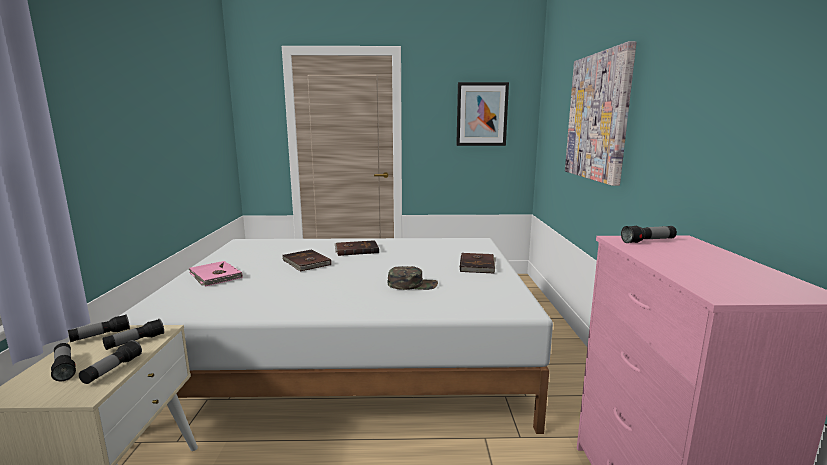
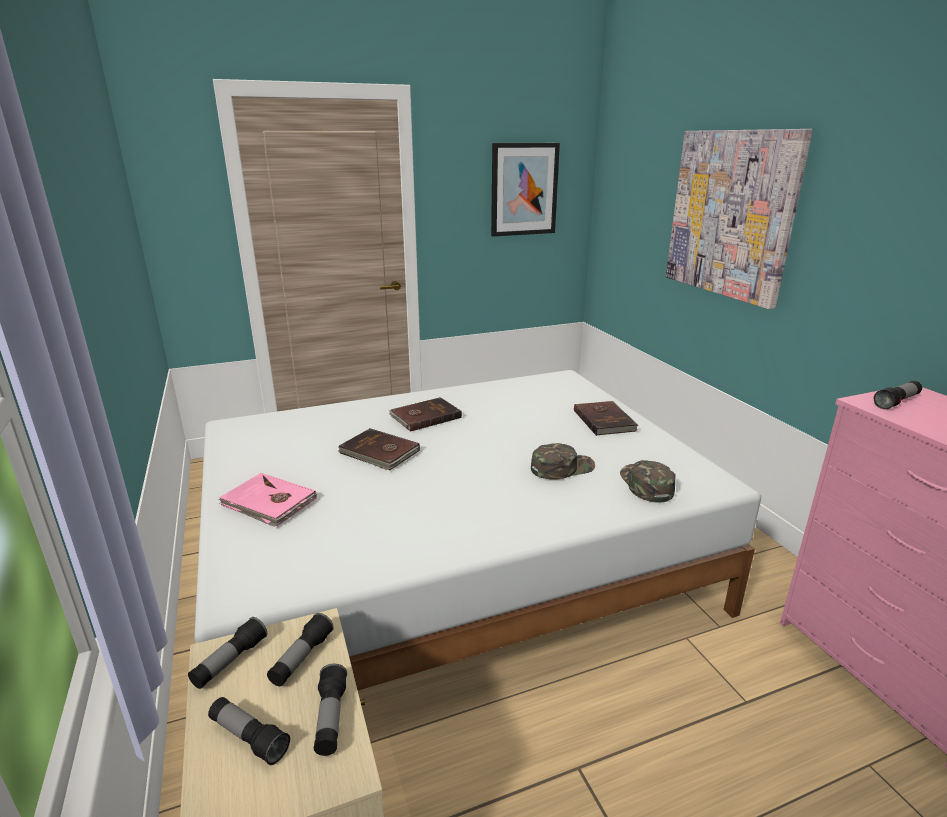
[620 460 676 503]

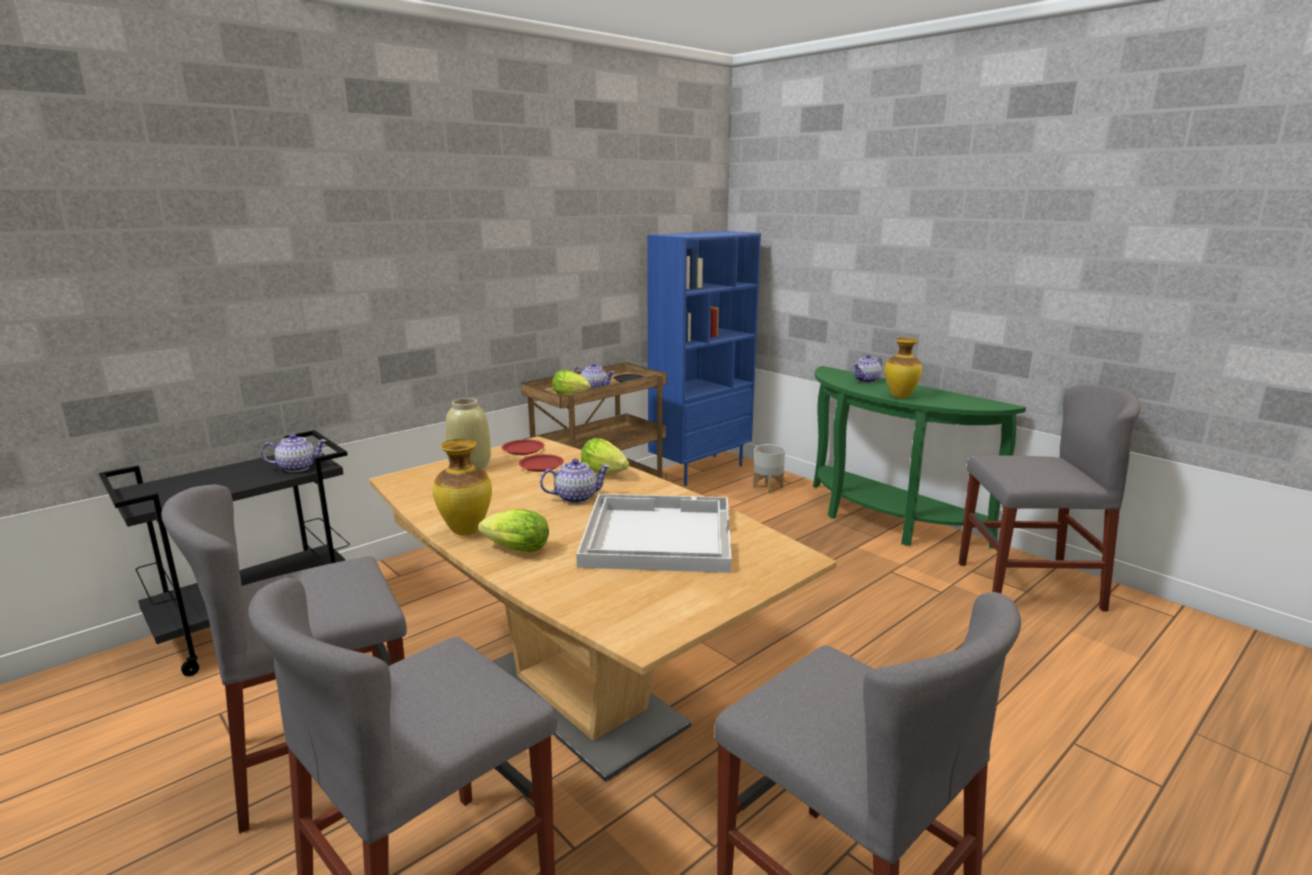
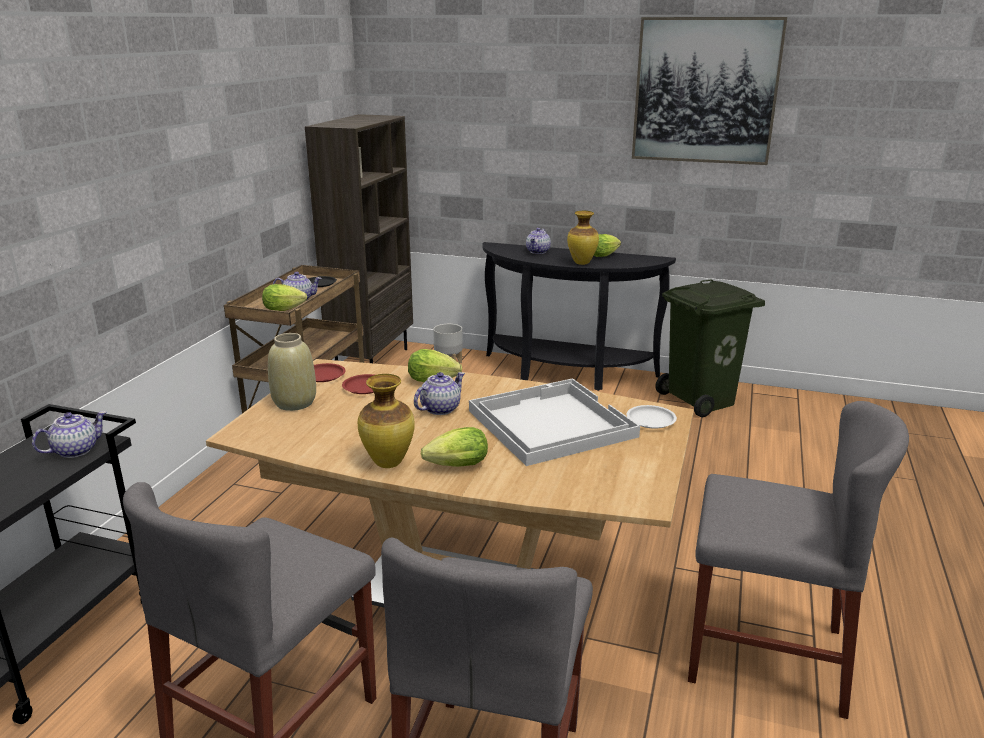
[594 234 621 257]
[627 405 677 429]
[632 17 787 165]
[655 280 765 417]
[305 114 413 363]
[483 242 676 391]

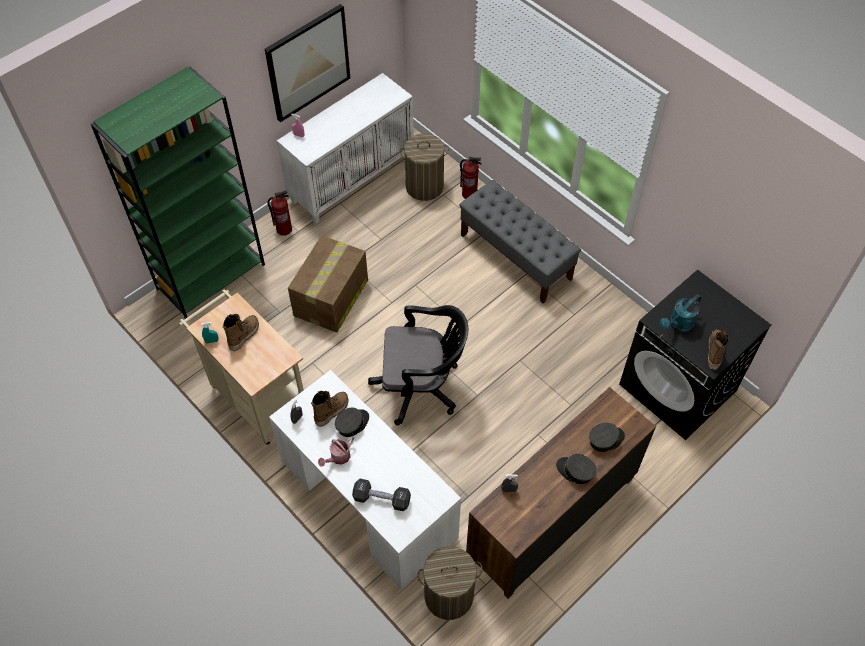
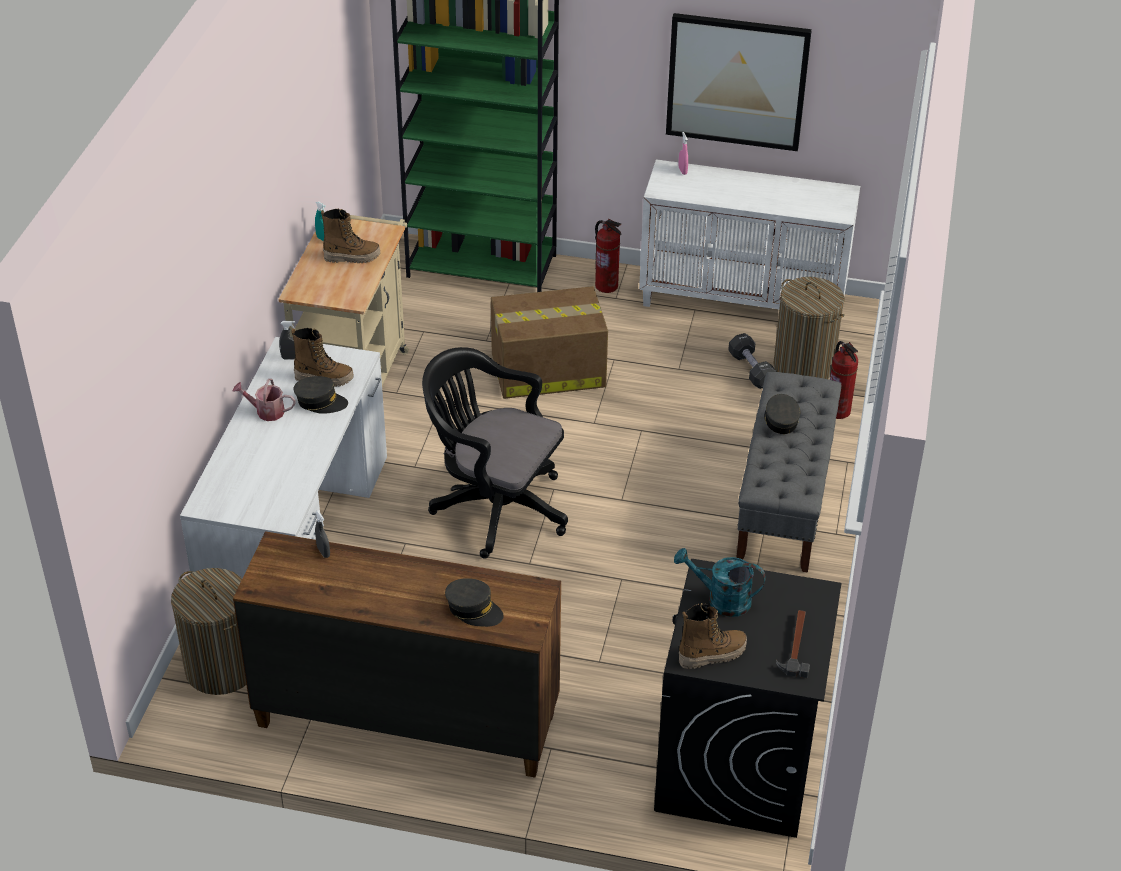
[776 610 810 678]
[728 333 777 389]
[764 394 800 434]
[422 347 568 559]

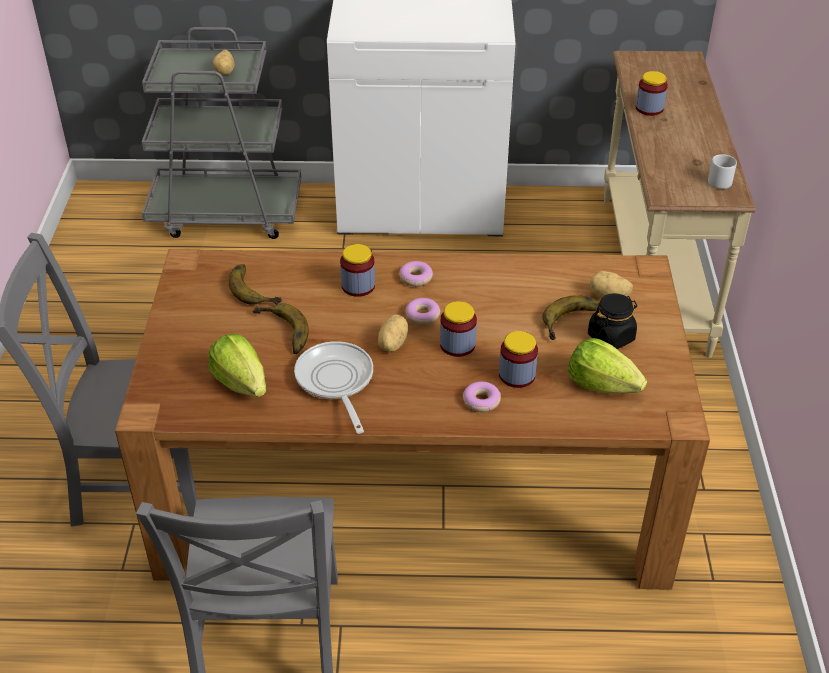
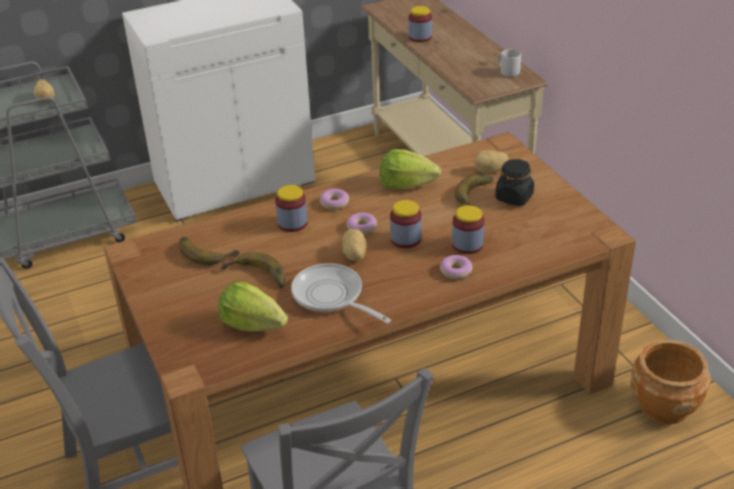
[630 340 710 424]
[380 149 441 189]

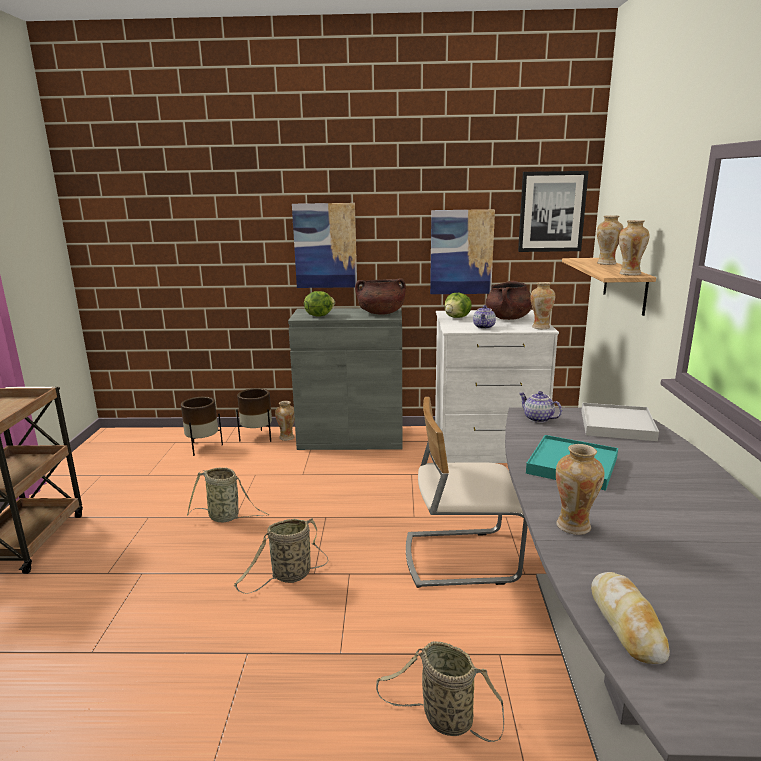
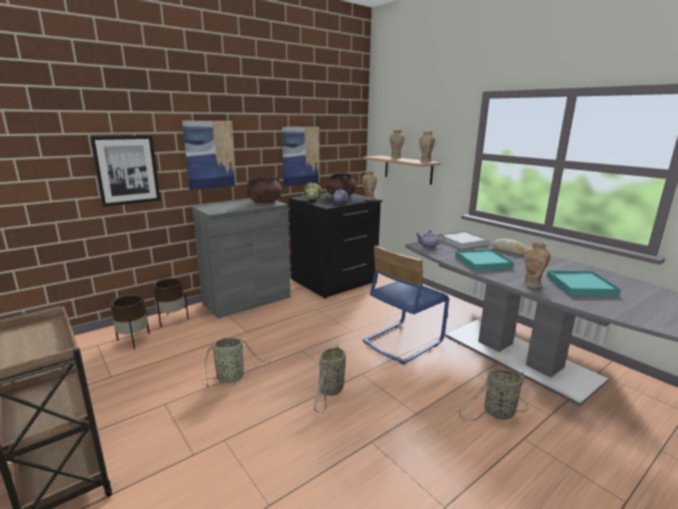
[275 401 295 441] (first image)
[304 291 335 317] (first image)
[547 270 621 296]
[90 135 160 207]
[492 239 528 255]
[363 245 449 365]
[289 193 382 299]

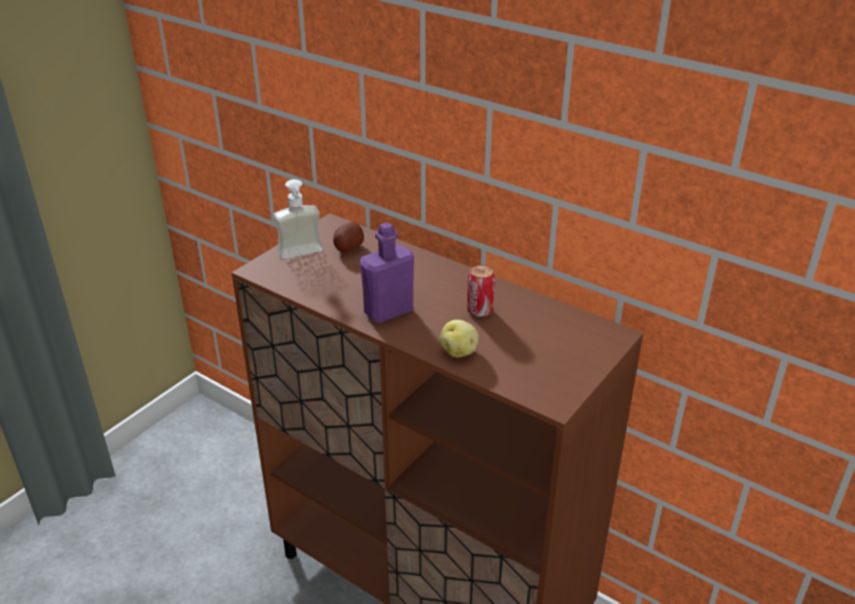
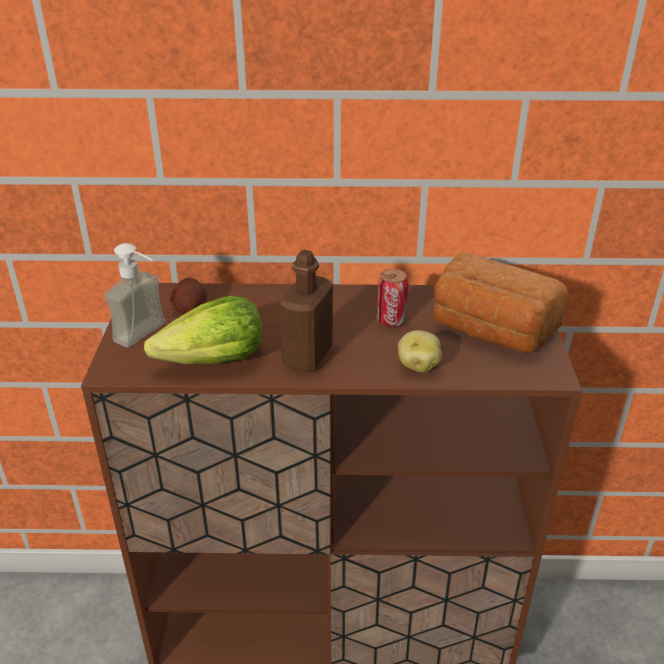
[144 296 262 364]
[433 253 569 353]
[279 250 333 372]

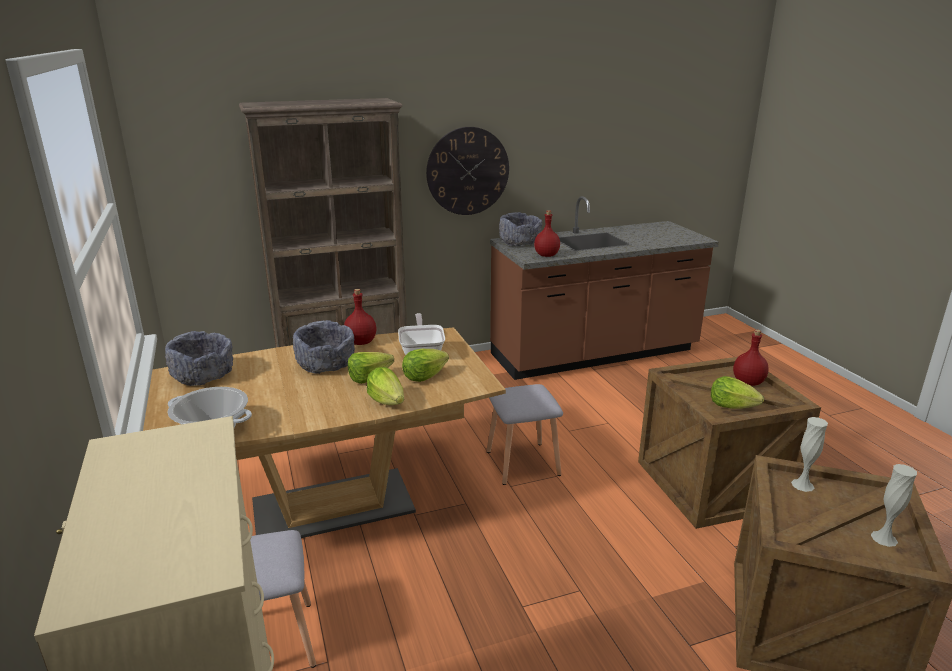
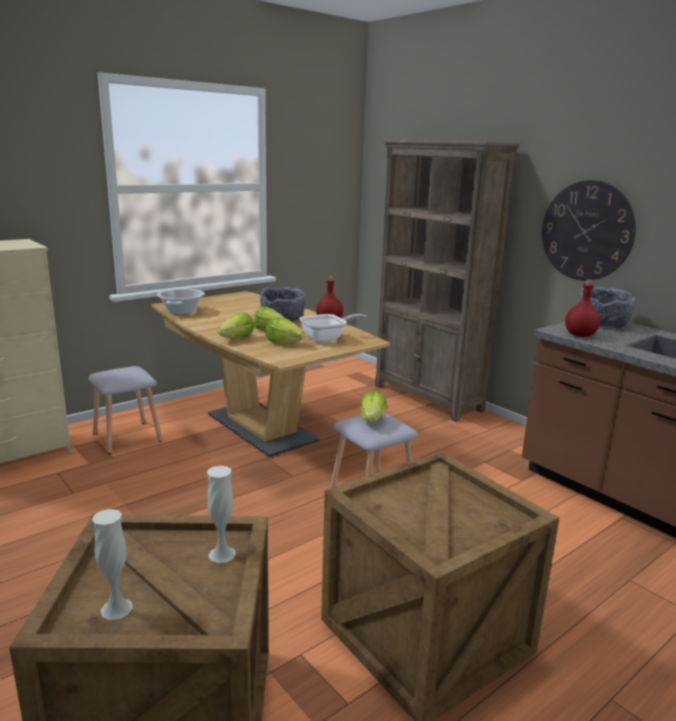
[165 331 233 386] (first image)
[733 330 769 386] (first image)
[360 391 387 422]

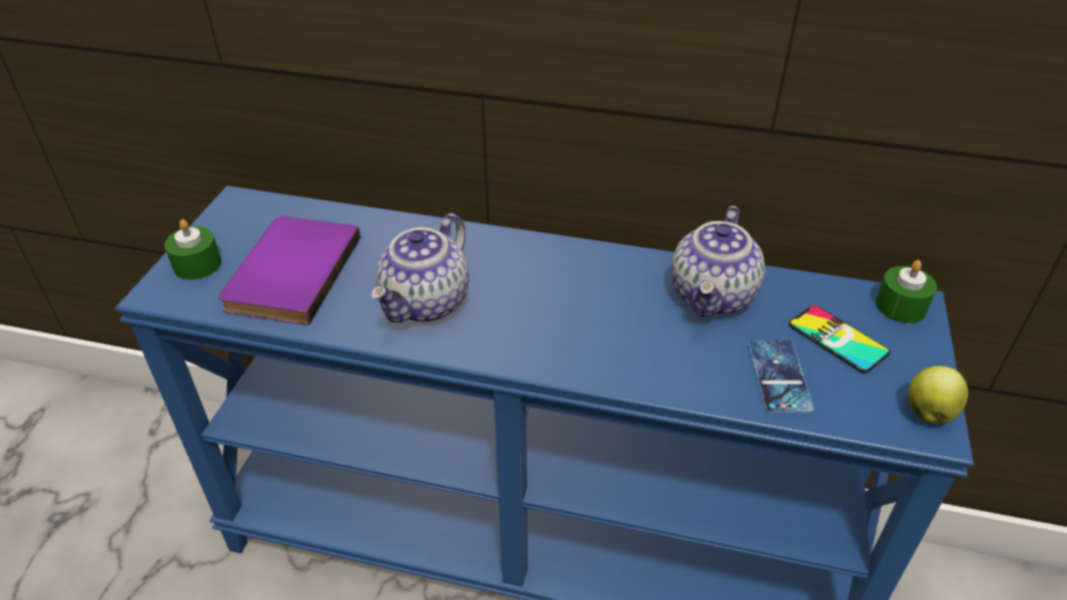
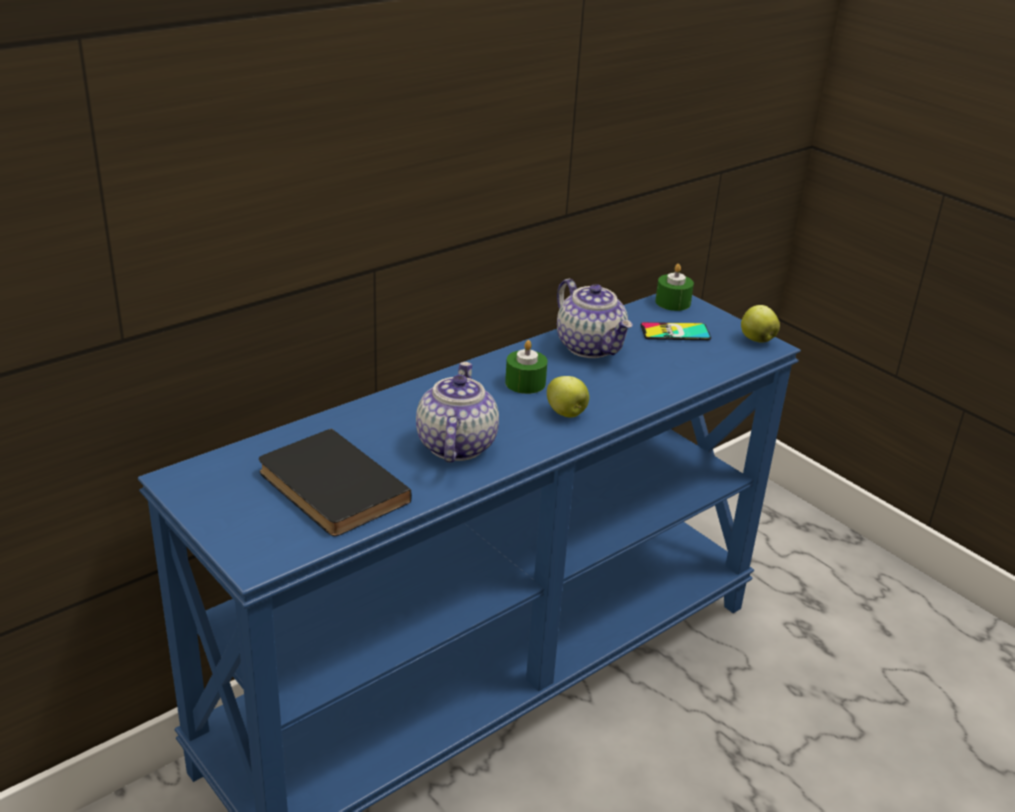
[748 340 814 413] (first image)
[547 376 589 418]
[505 340 548 394]
[259 428 412 536]
[416 362 499 462]

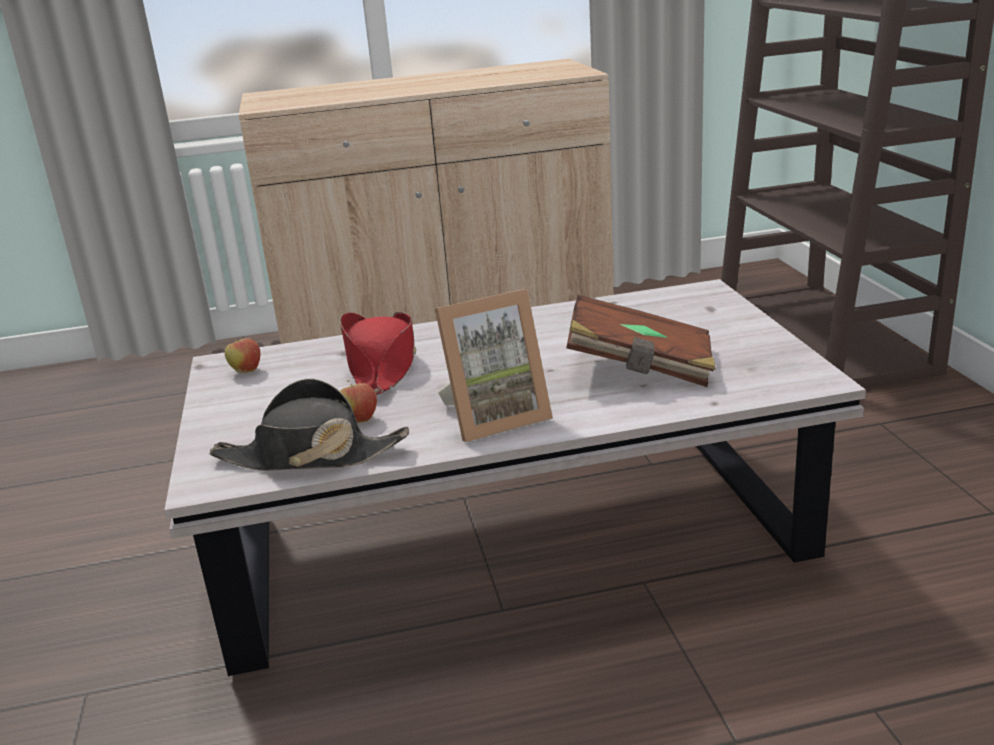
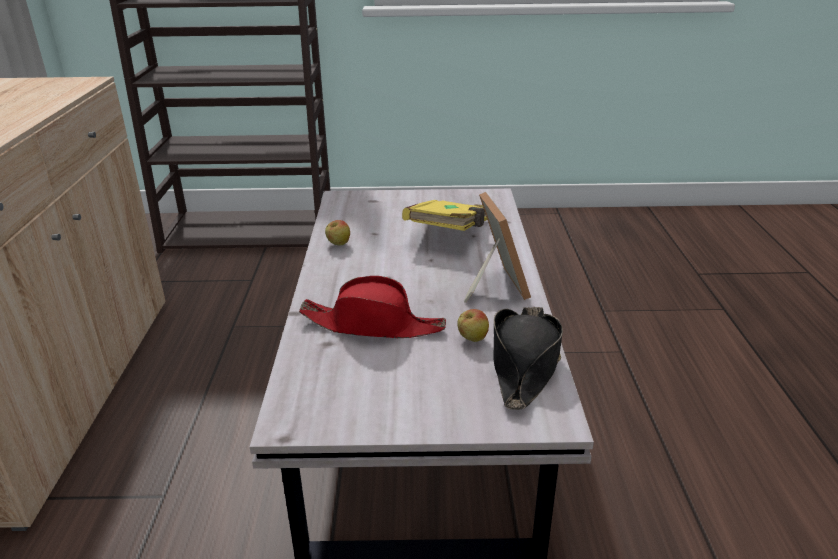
[325 220 350 246]
[402 200 487 231]

